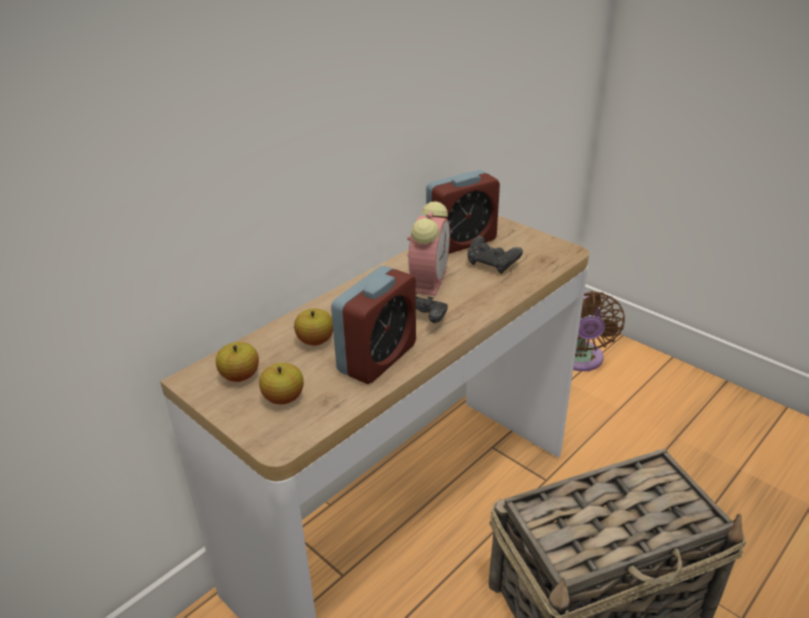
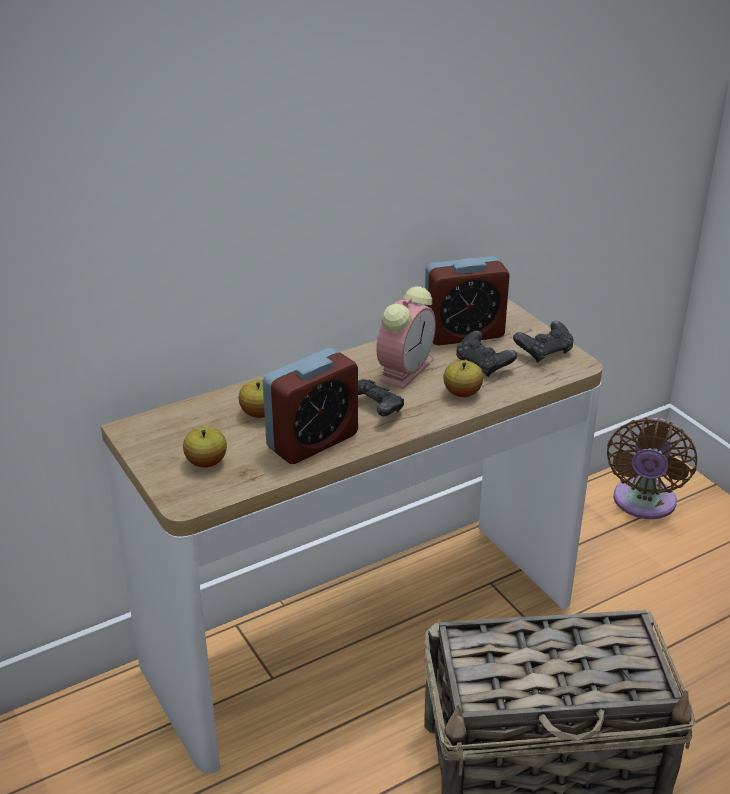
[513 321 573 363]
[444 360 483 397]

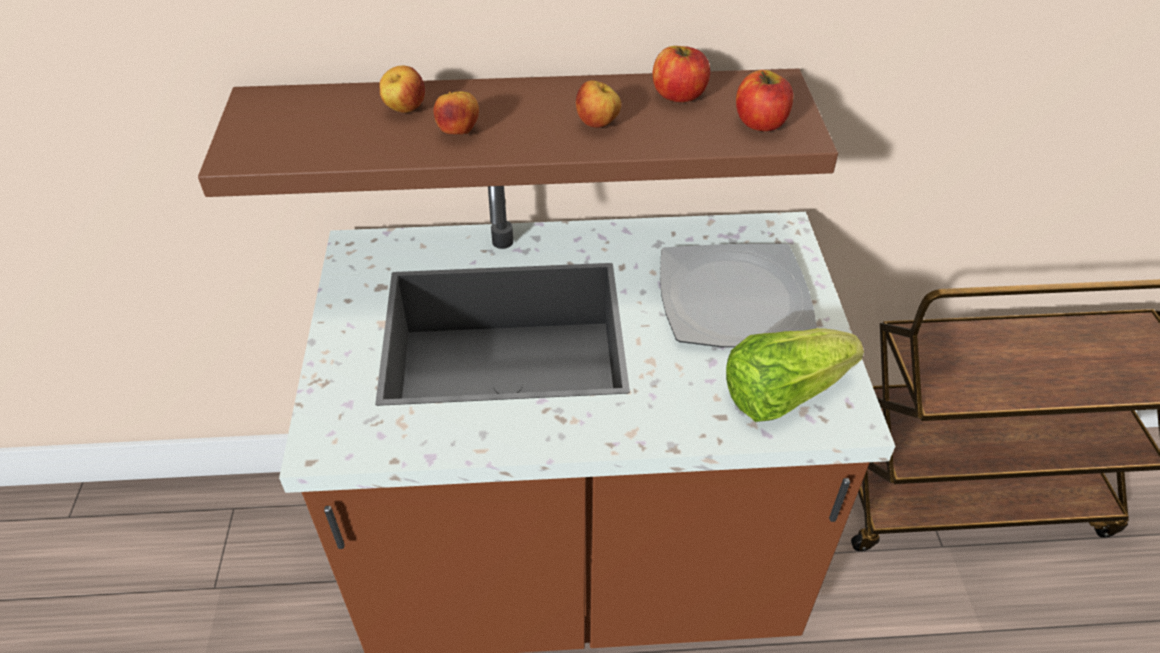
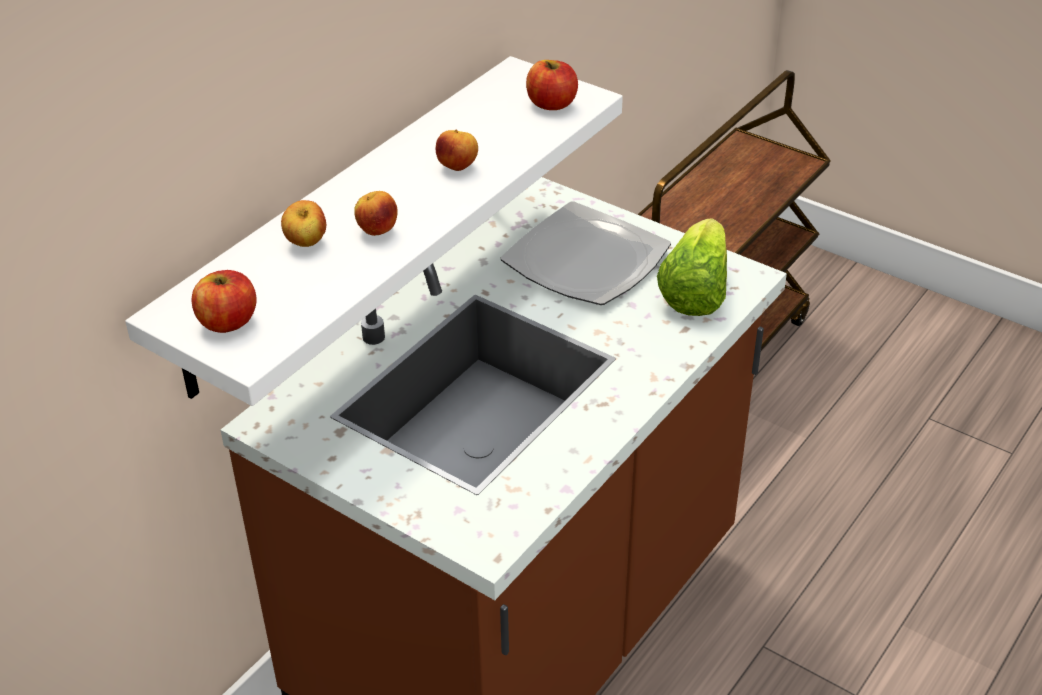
[191 270 257 333]
[125 56 623 406]

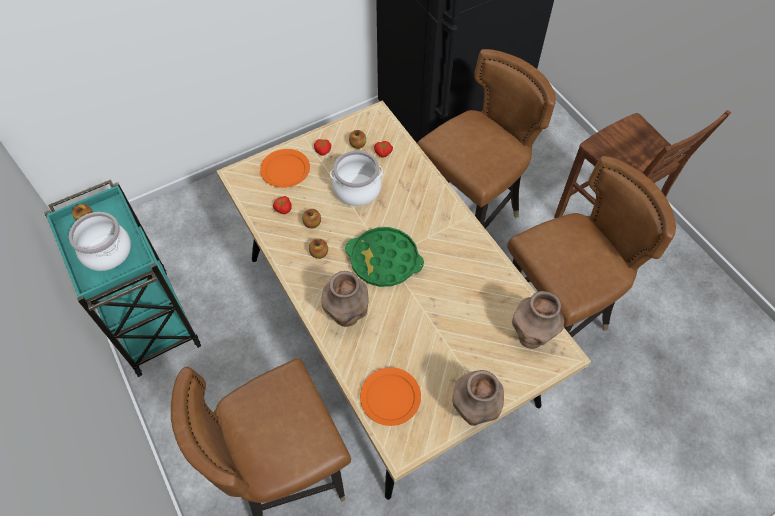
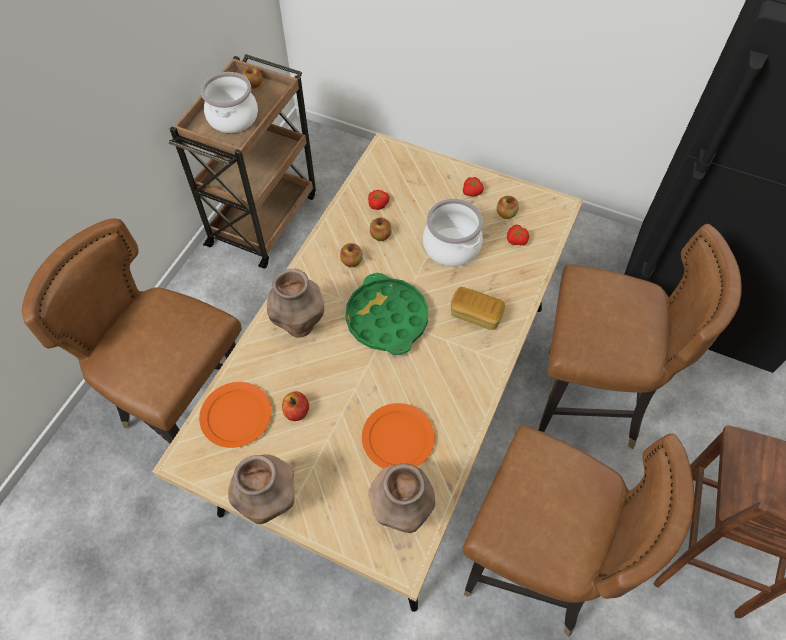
[282 392 309 421]
[451 287 505 330]
[362 403 435 469]
[169 54 316 269]

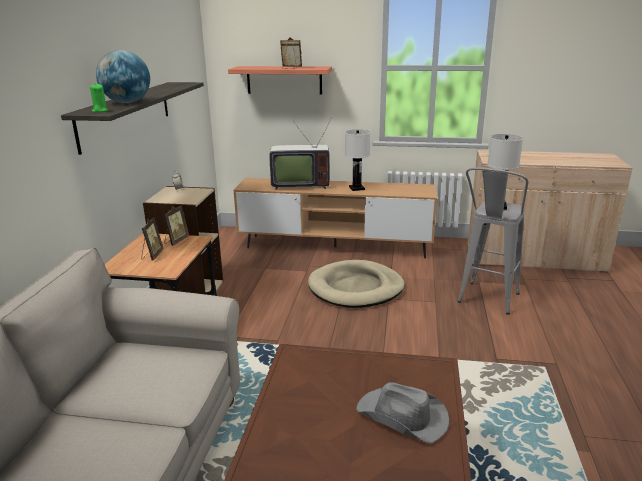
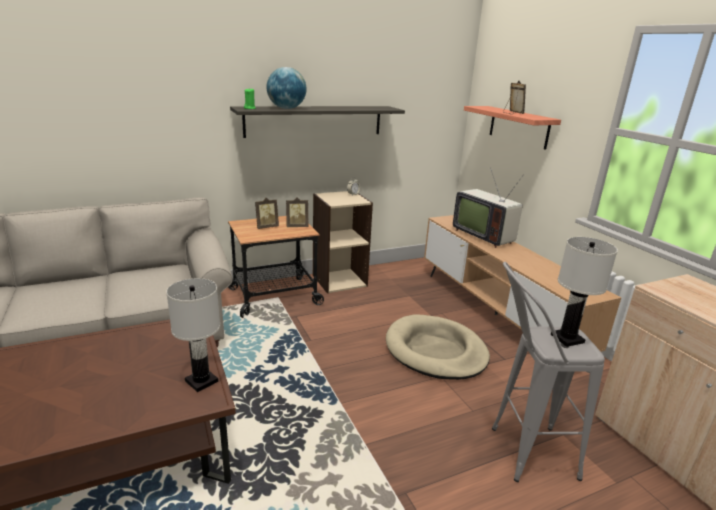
[356 382 449 444] (first image)
[166 278 220 392]

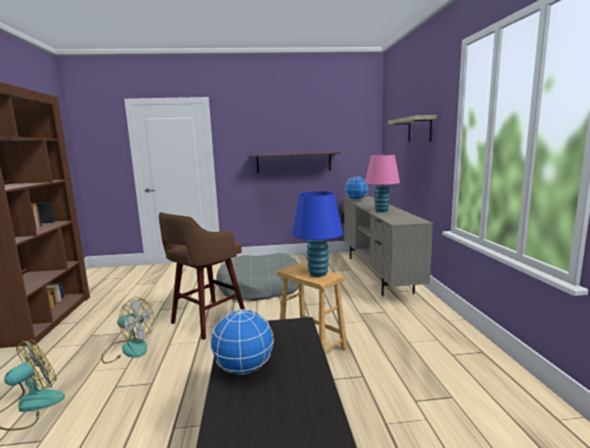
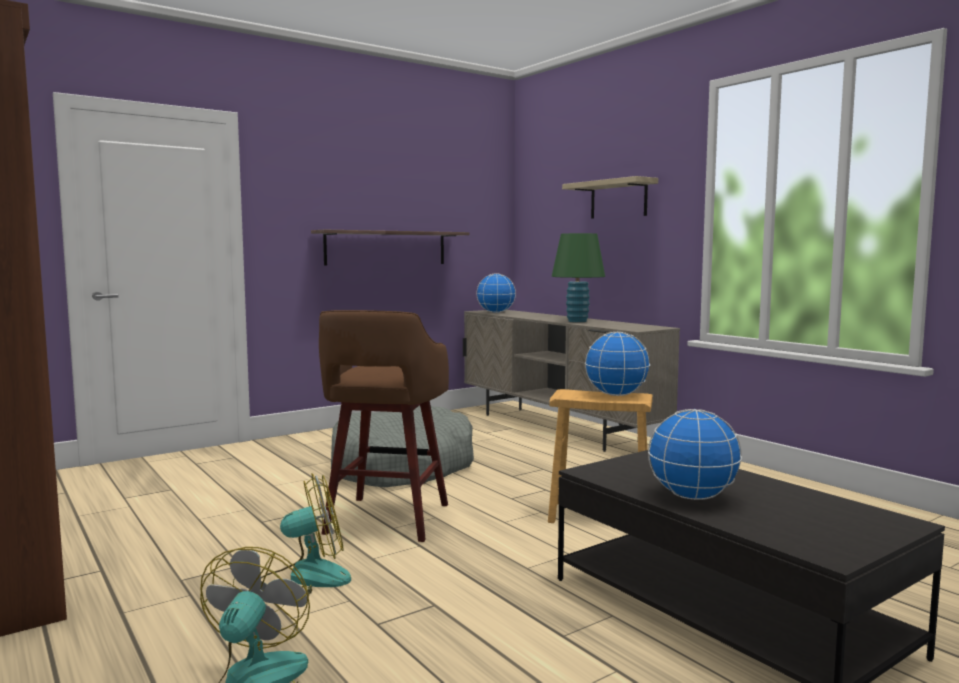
[585 332 650 396]
[552 233 605 322]

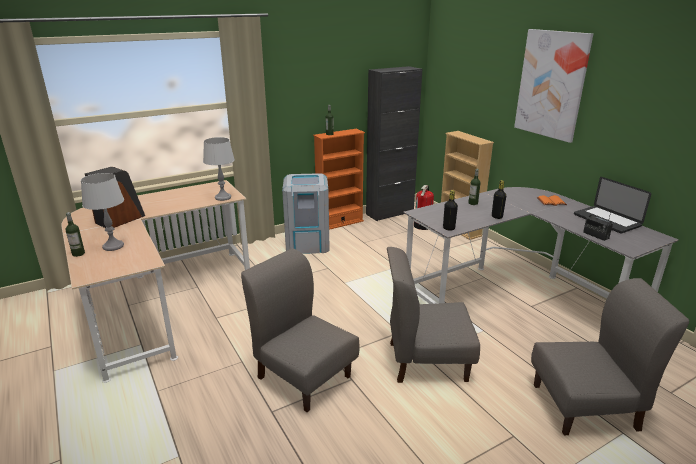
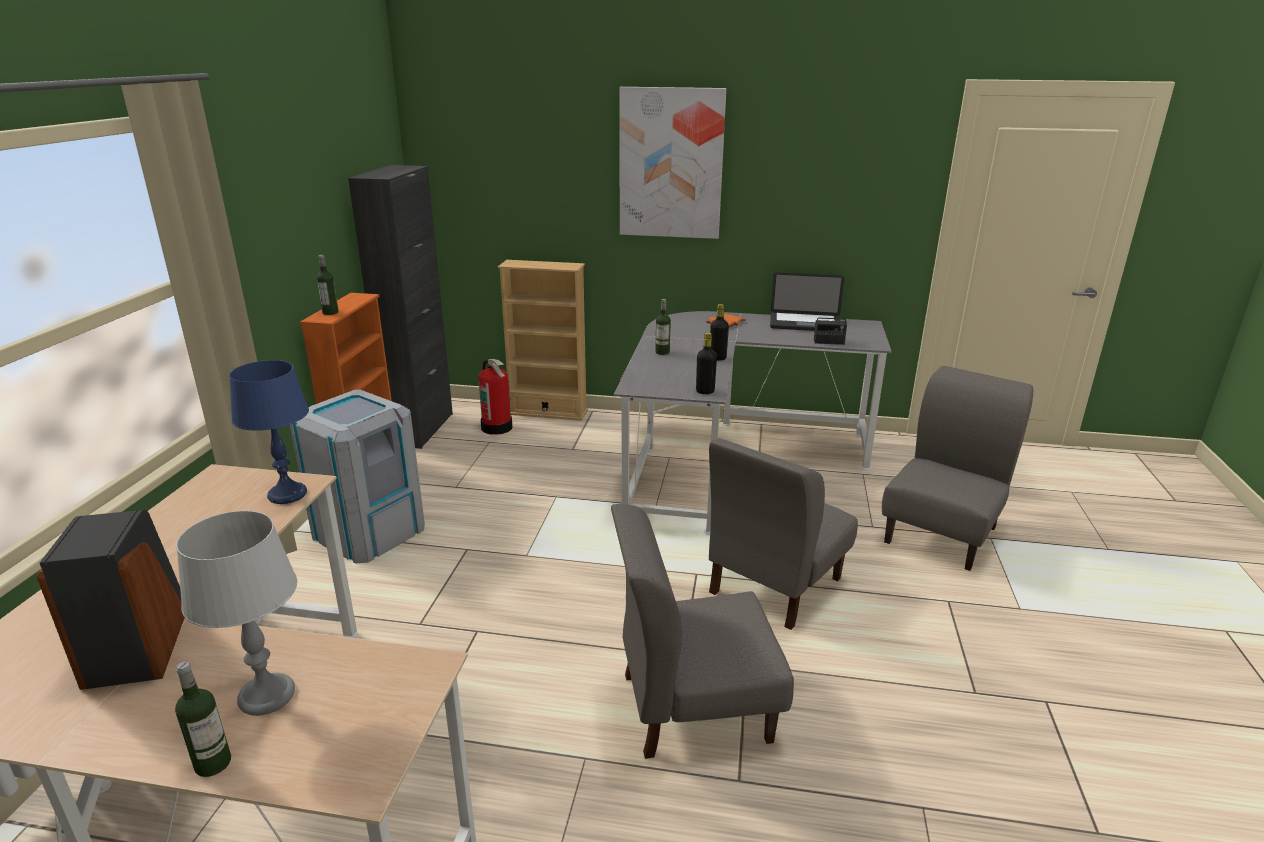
[229 360 309 504]

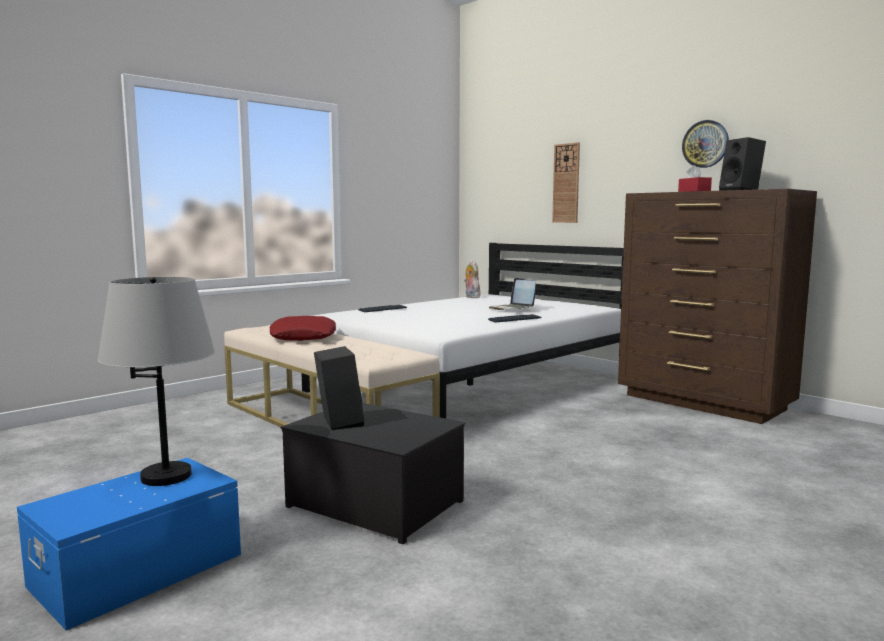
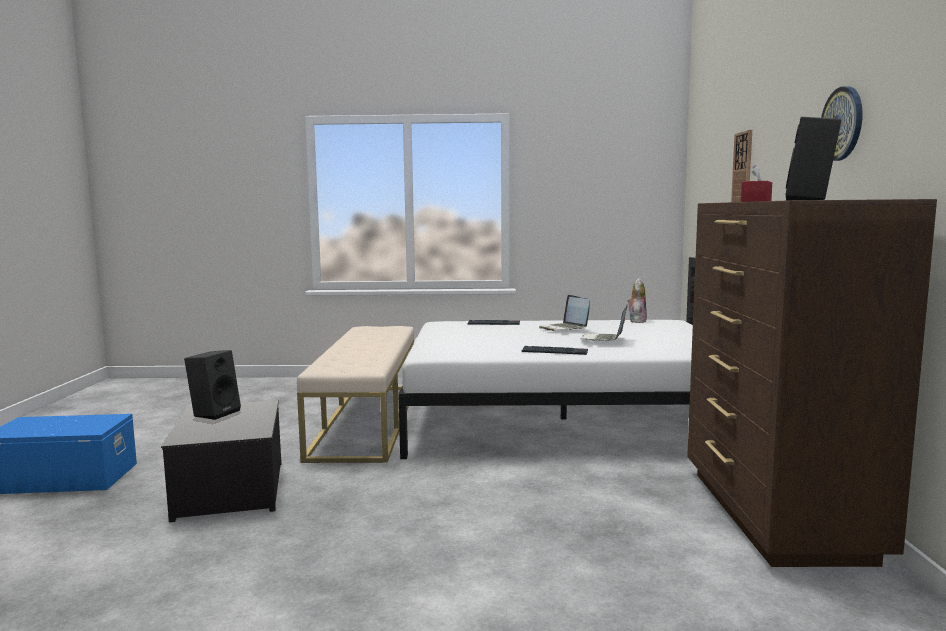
[98 277 215 486] (first image)
[270 316 336 341] (first image)
[539 295 590 331]

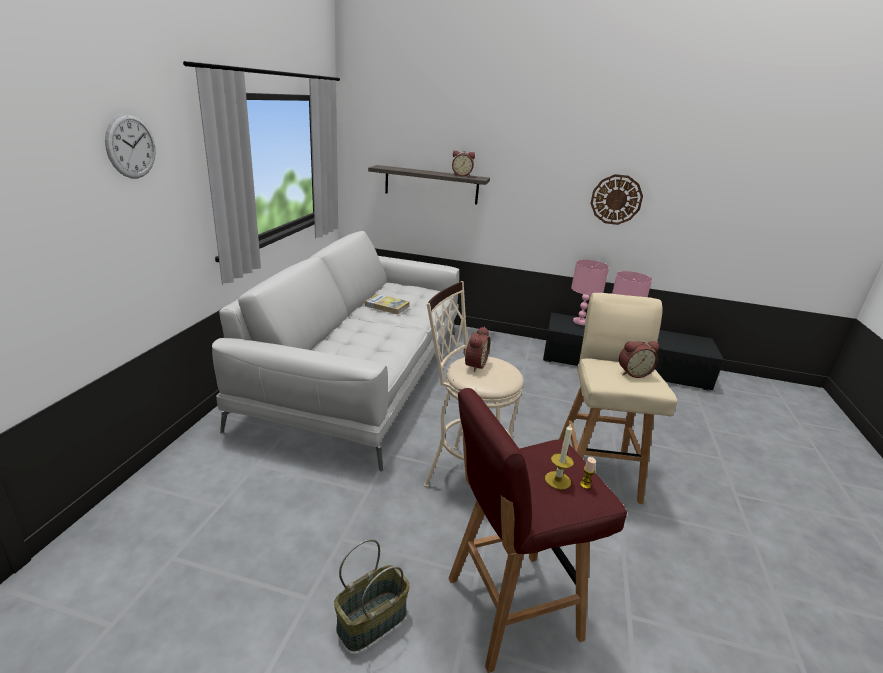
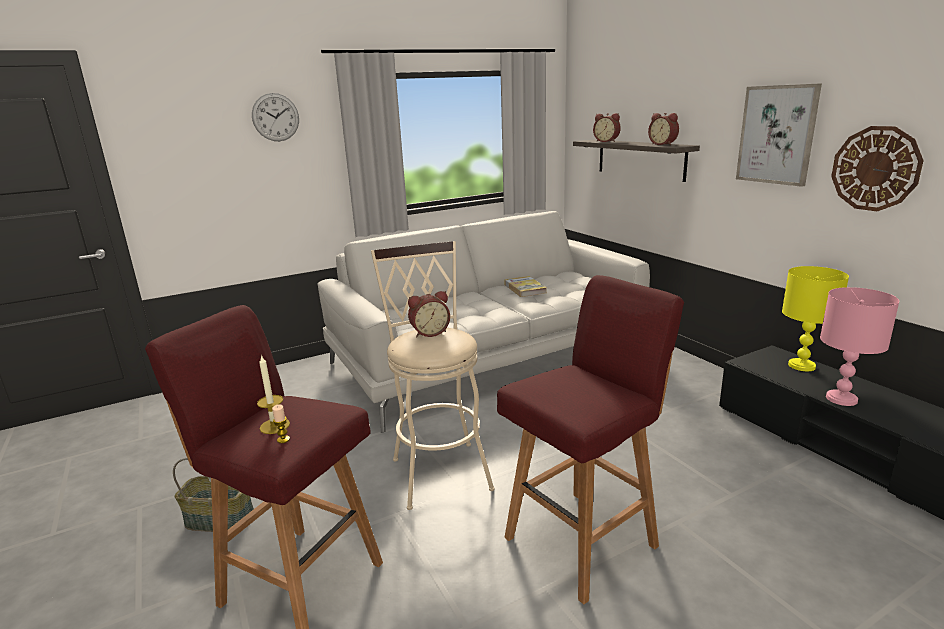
[736 83 822 187]
[593 113 621 142]
[497 275 684 604]
[782 266 849 371]

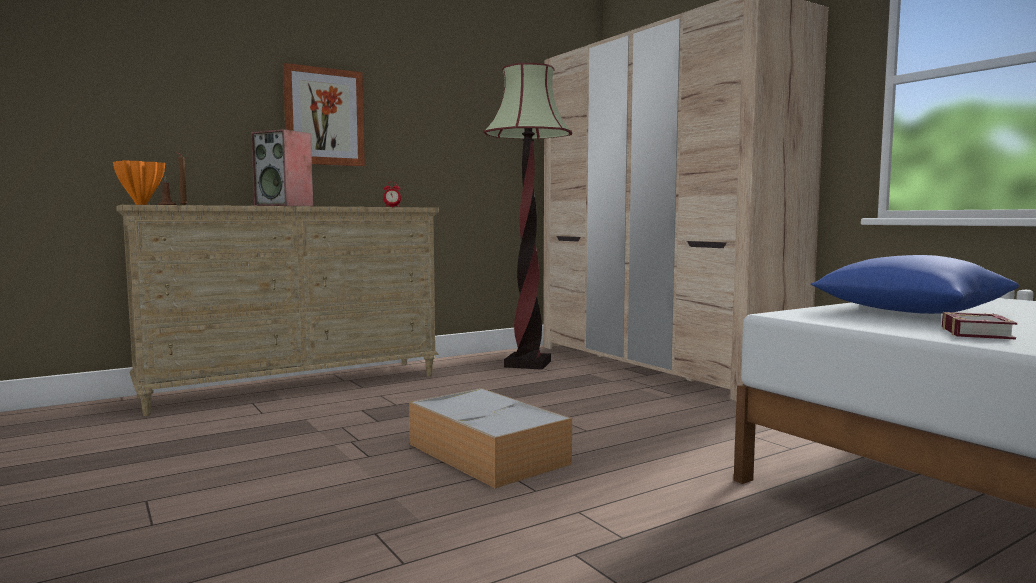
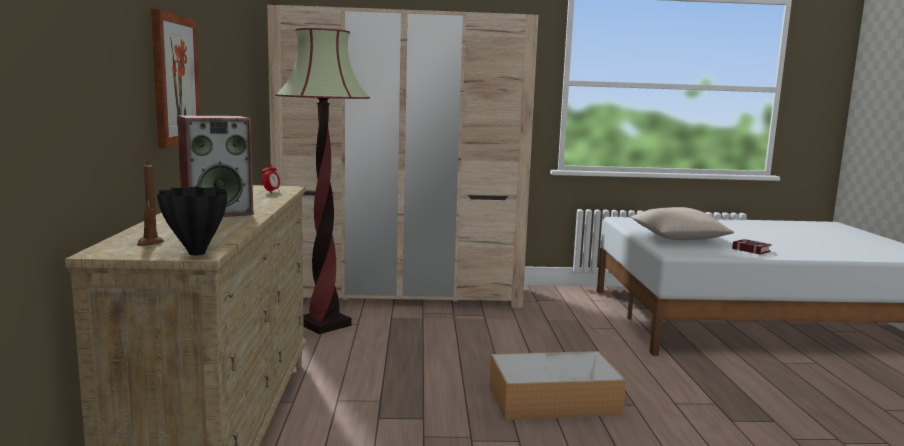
[157 187 227 255]
[631 207 734 240]

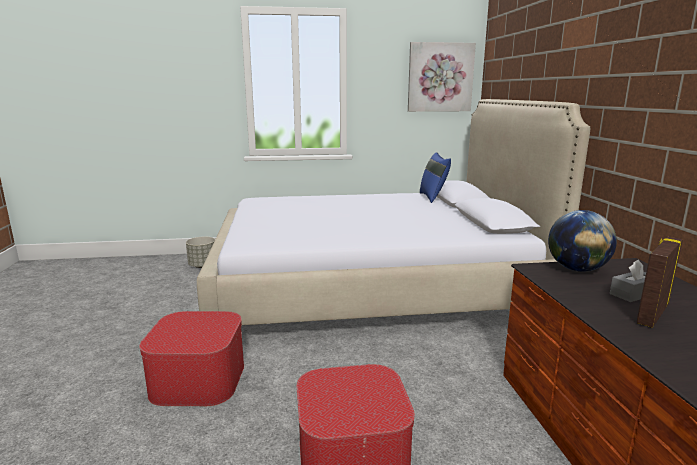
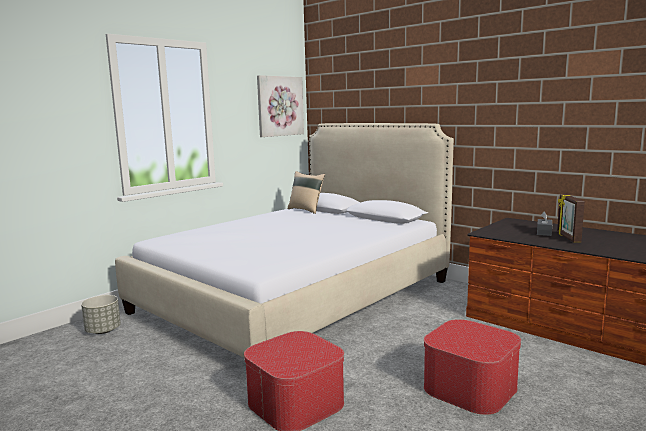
[548 210 617 272] (first image)
[288 171 325 214]

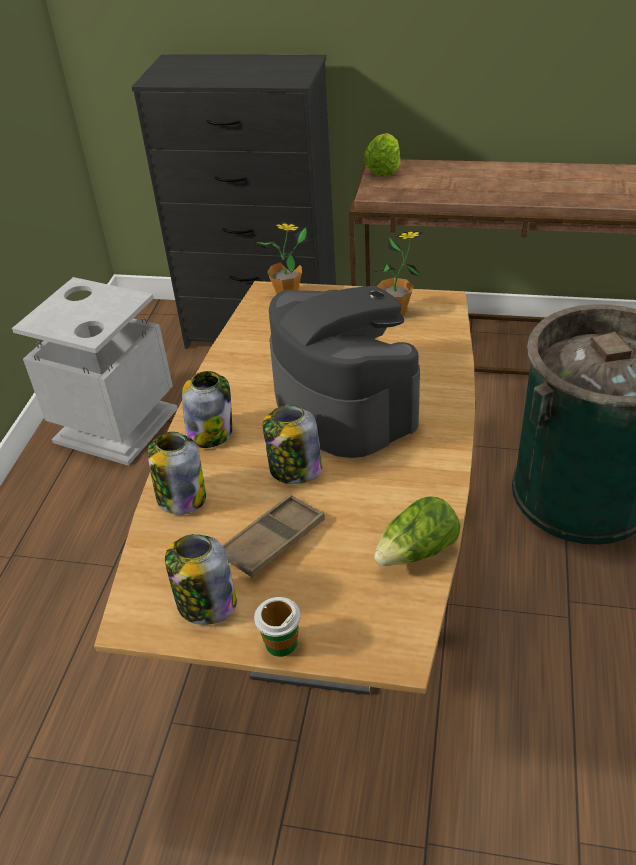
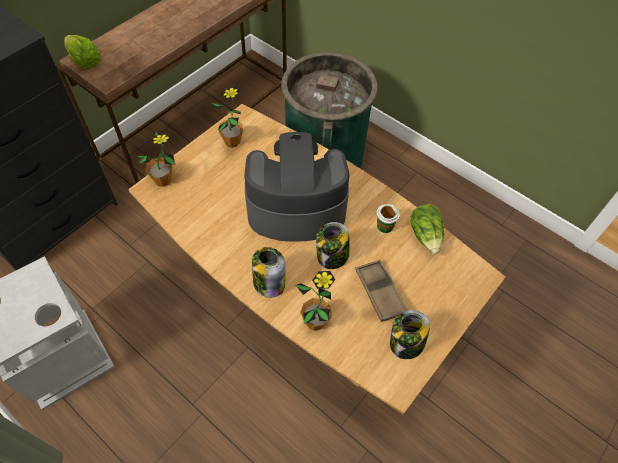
[376 204 400 233]
[296 271 335 331]

